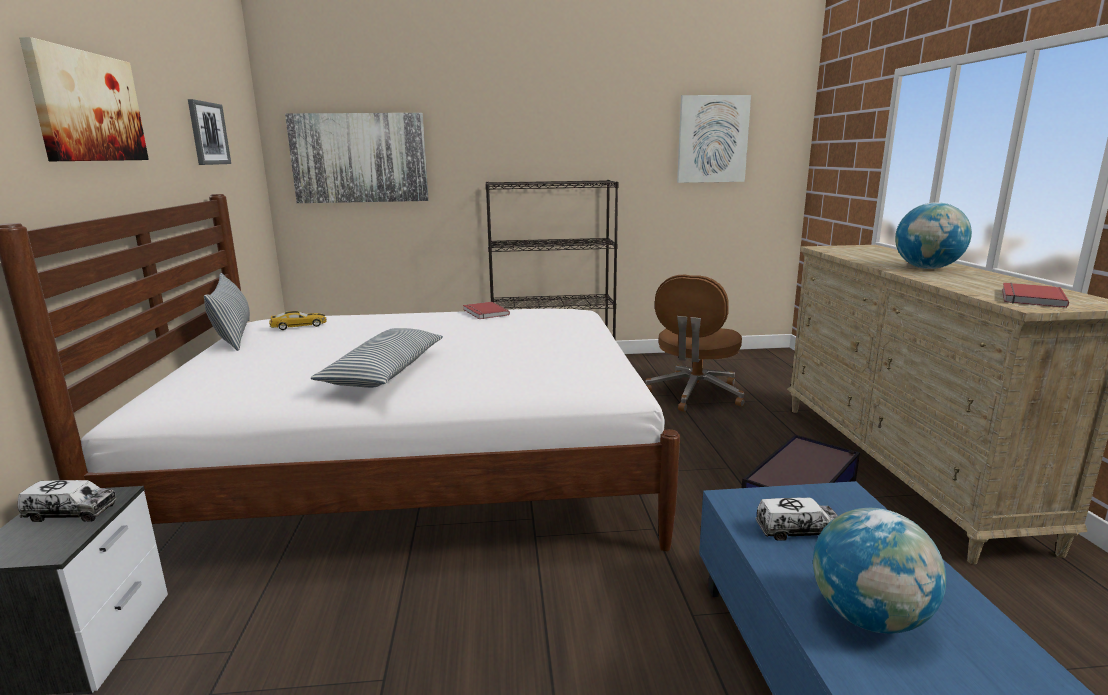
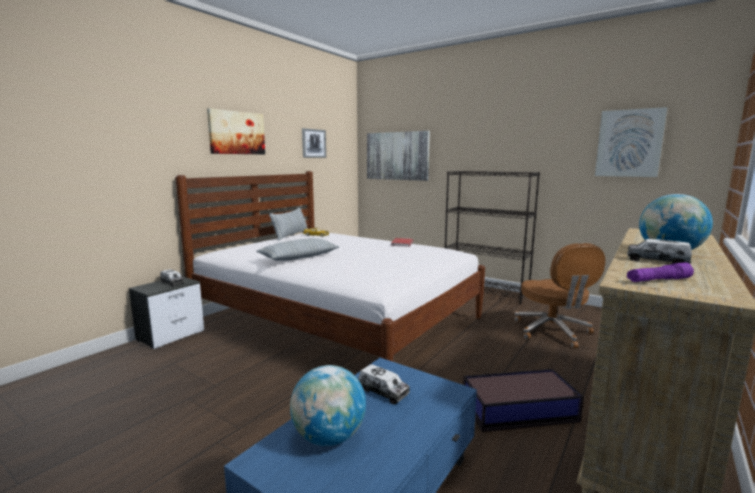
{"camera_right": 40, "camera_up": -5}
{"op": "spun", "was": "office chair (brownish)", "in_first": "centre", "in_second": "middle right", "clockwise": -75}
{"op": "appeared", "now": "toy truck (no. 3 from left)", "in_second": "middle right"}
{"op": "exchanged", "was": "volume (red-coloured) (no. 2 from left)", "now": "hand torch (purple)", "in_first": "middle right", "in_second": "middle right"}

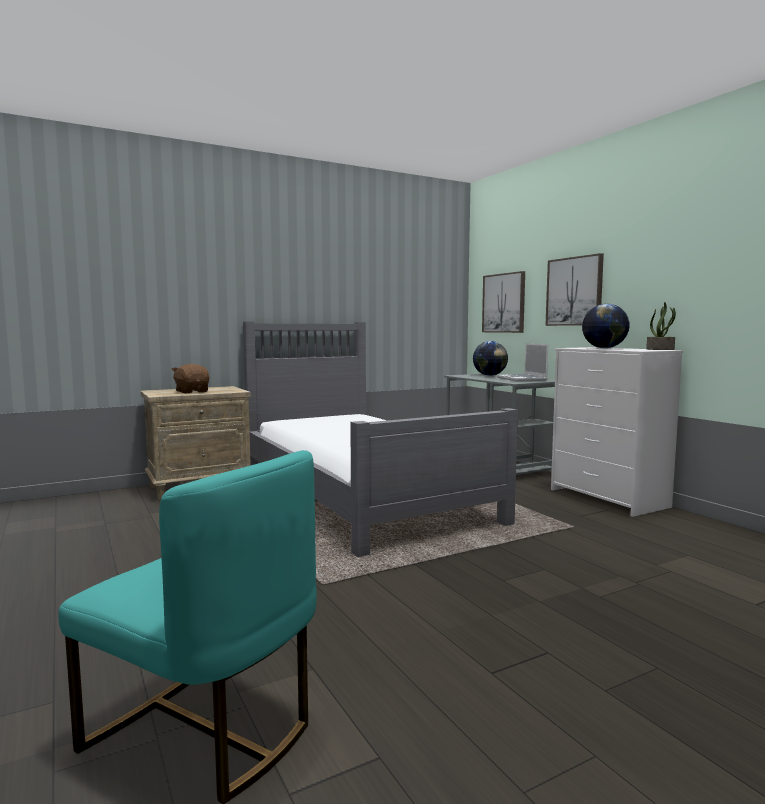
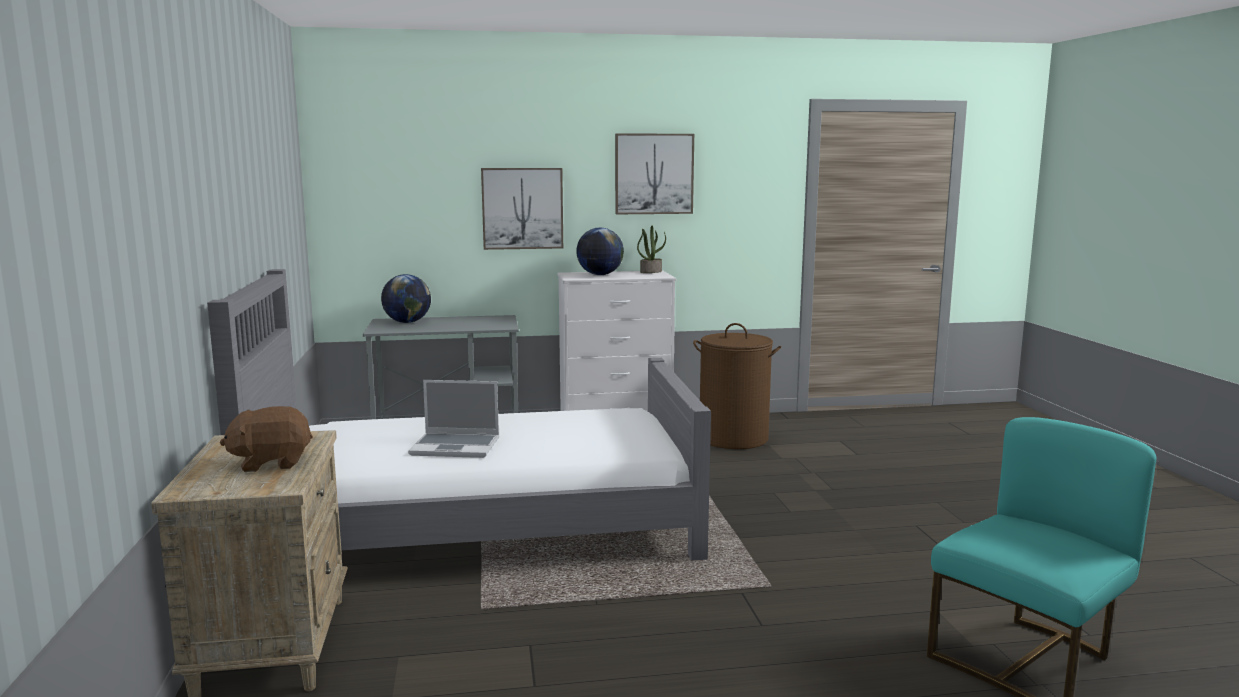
{"camera_right": -70, "camera_up": 5}
{"op": "relocated", "was": "notebook computer", "in_first": "middle right", "in_second": "centre"}
{"op": "relocated", "was": "wall picture (no. 1 from left in the first image)", "now": "wall picture (no. 2 from left)", "in_first": "centre", "in_second": "top centre"}
{"op": "appeared", "now": "hamper (brownish)", "in_second": "centre"}

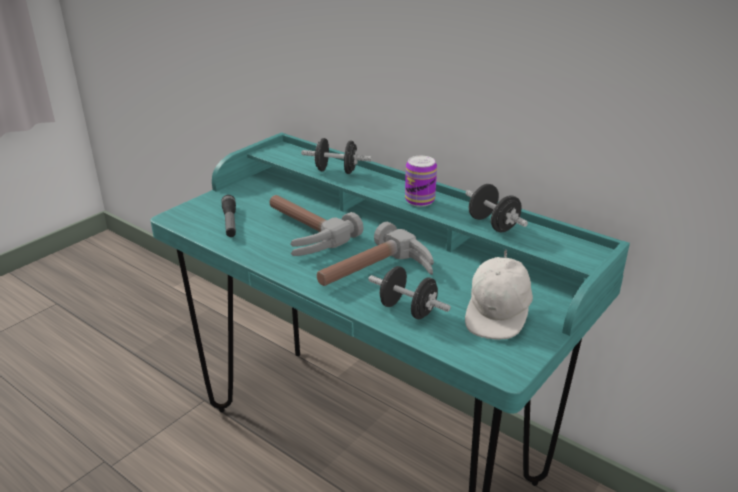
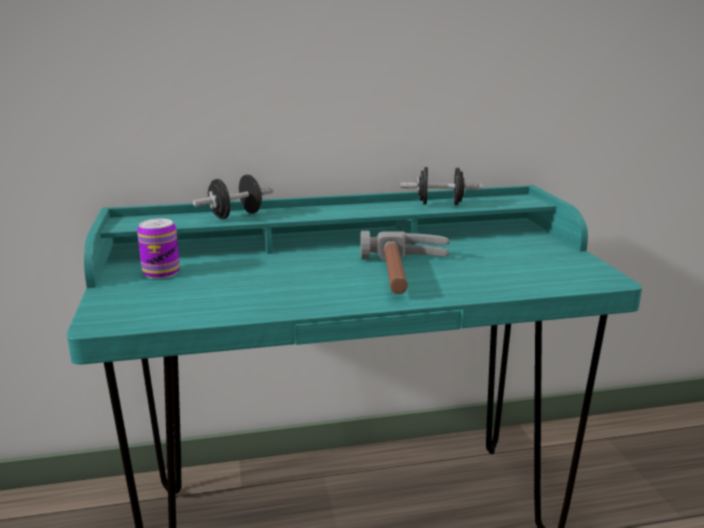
{"camera_right": -50, "camera_up": -10}
{"op": "relocated", "was": "sealed can", "in_first": "centre", "in_second": "middle left"}
{"op": "missing", "was": "hand torch", "in_first": "middle left"}
{"op": "missing", "was": "hammer (no. 1 from left)", "in_first": "centre"}
{"op": "missing", "was": "dumbbell (blackish) (no. 2 from left)", "in_first": "centre"}
{"op": "missing", "was": "peaked cap (whitish)", "in_first": "middle right"}

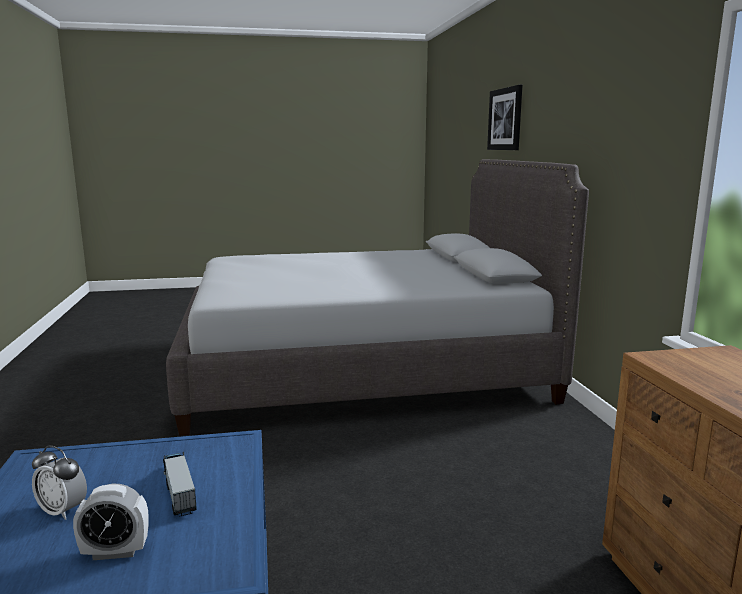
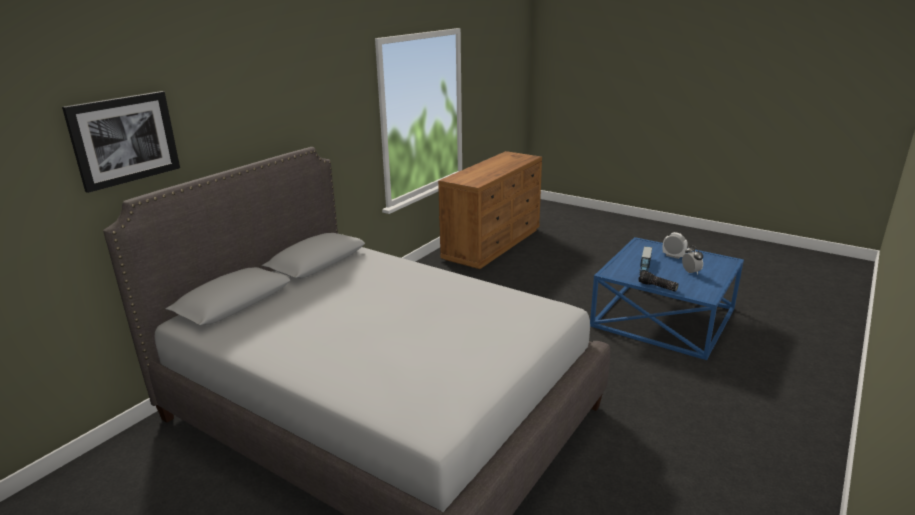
{"camera_right": -135, "camera_up": 10}
{"op": "appeared", "now": "hand torch", "in_second": "middle right"}

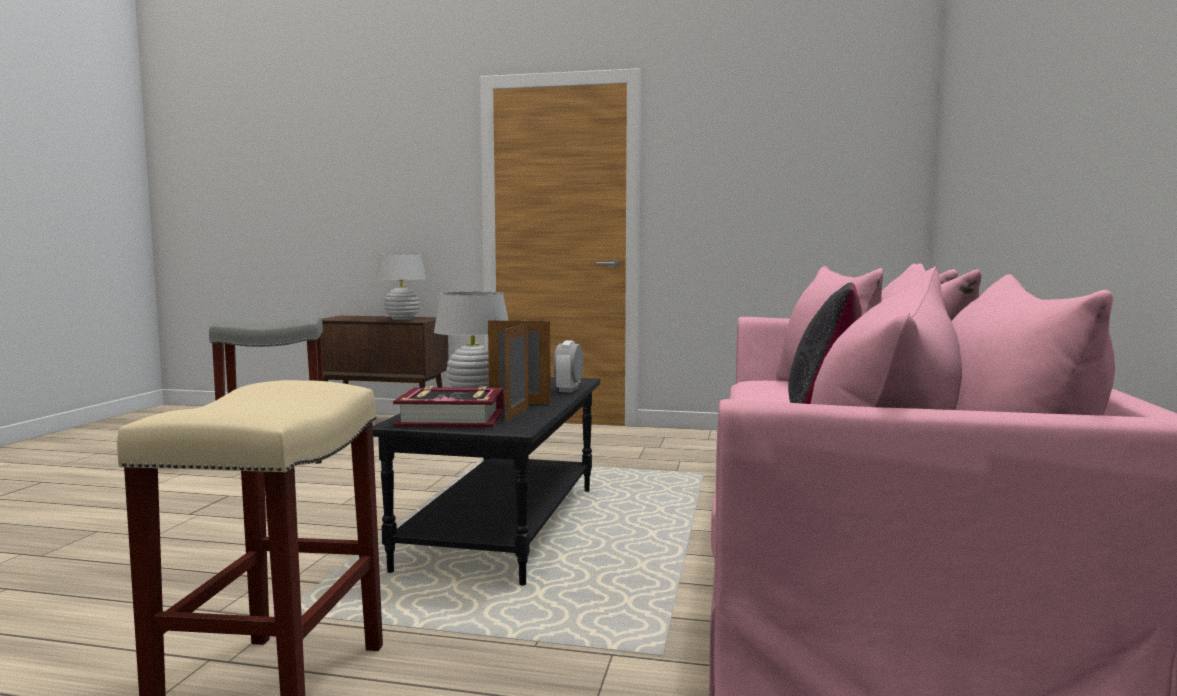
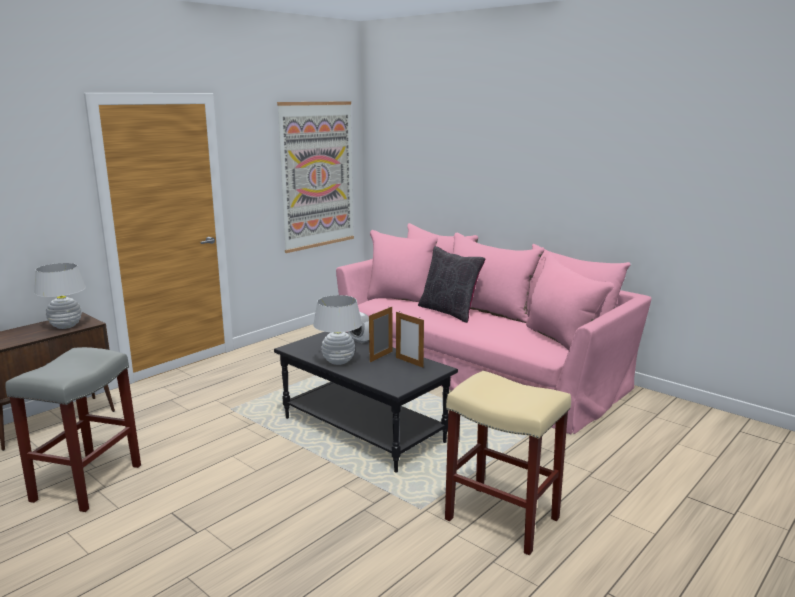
{"camera_right": -60, "camera_up": 10}
{"op": "appeared", "now": "wall picture", "in_second": "top centre"}
{"op": "missing", "was": "volume", "in_first": "centre"}

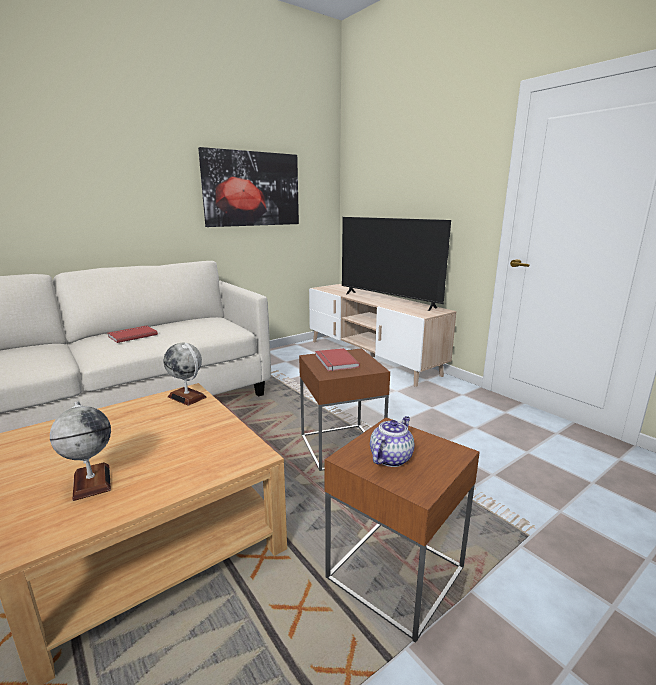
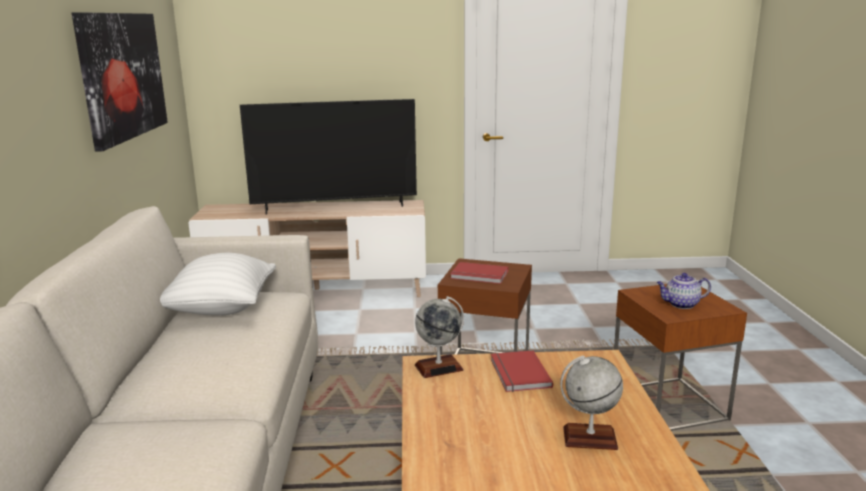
{"camera_right": -55, "camera_up": 0}
{"op": "appeared", "now": "pillow (whitish)", "in_second": "middle left"}
{"op": "relocated", "was": "volume (red-coloured) (no. 1 from left in the first image)", "now": "volume (red-coloured) (no. 2 from left)", "in_first": "middle left", "in_second": "bottom centre"}
{"op": "spun", "was": "pot for tea", "in_first": "centre", "in_second": "middle right", "clockwise": -75}

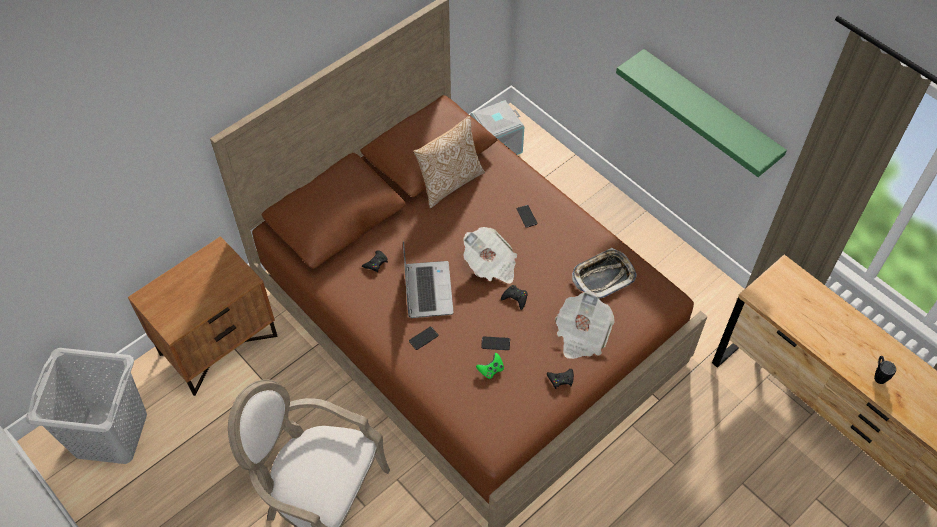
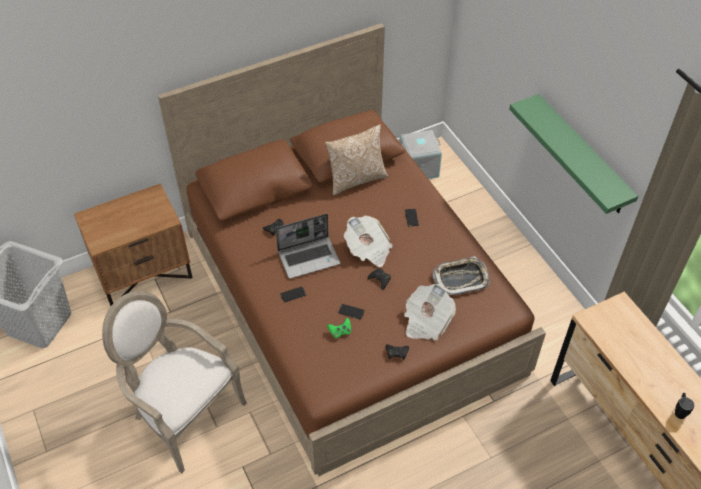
{"camera_right": 15, "camera_up": -5}
{"op": "spun", "was": "notebook computer", "in_first": "centre", "in_second": "centre", "clockwise": 60}

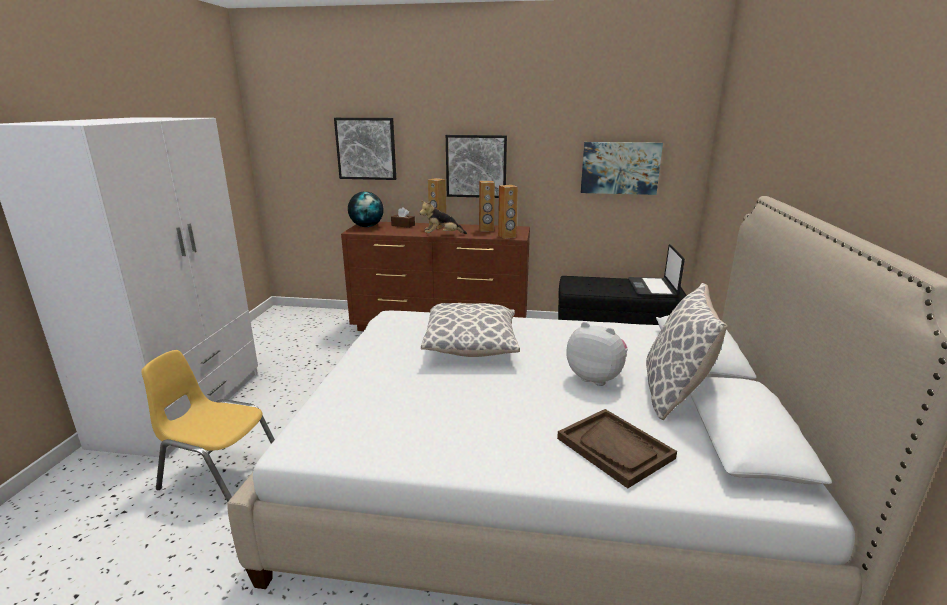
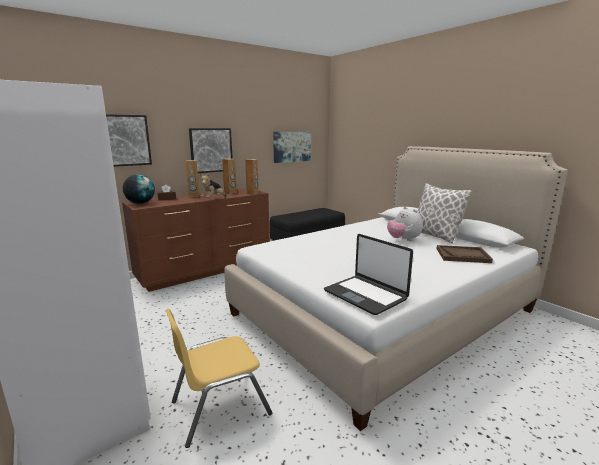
{"camera_right": -45, "camera_up": -5}
{"op": "relocated", "was": "notebook computer", "in_first": "middle right", "in_second": "centre"}
{"op": "spun", "was": "plush toy (no. 2 from left)", "in_first": "centre", "in_second": "middle right", "clockwise": -105}
{"op": "missing", "was": "pillow (no. 1 from left)", "in_first": "centre"}

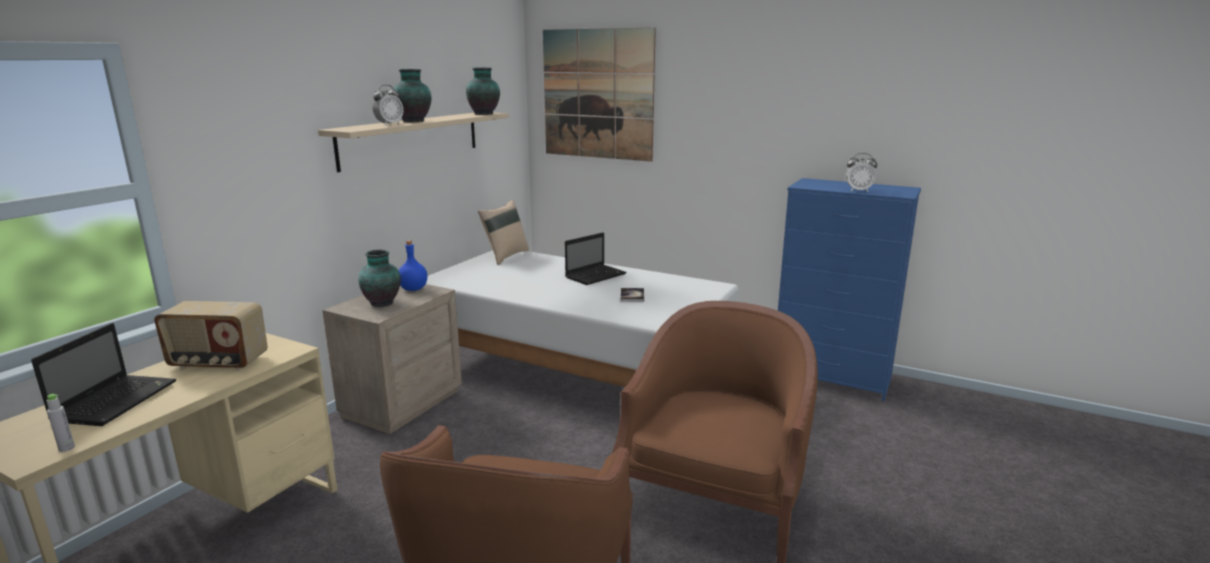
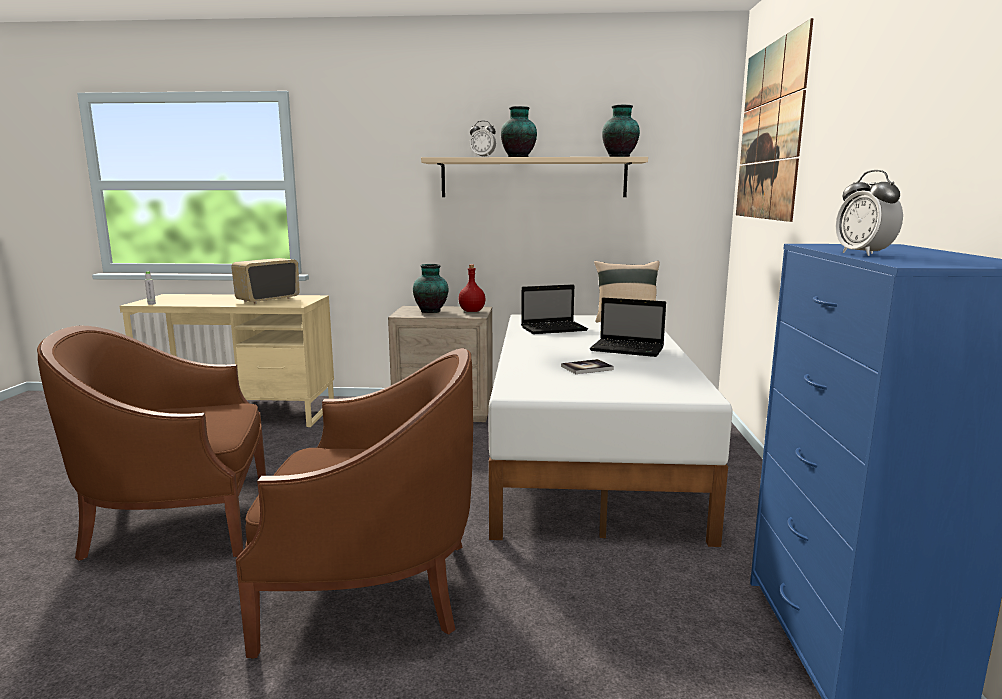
{"camera_right": 65, "camera_up": -5}
{"op": "spun", "was": "radio set", "in_first": "middle left", "in_second": "middle left", "clockwise": 60}
{"op": "colour", "was": "drink bottle (bluish)", "now": "drink bottle (red-coloured)", "in_first": "centre", "in_second": "centre"}
{"op": "relocated", "was": "notebook computer (no. 1 from left)", "in_first": "middle left", "in_second": "centre"}

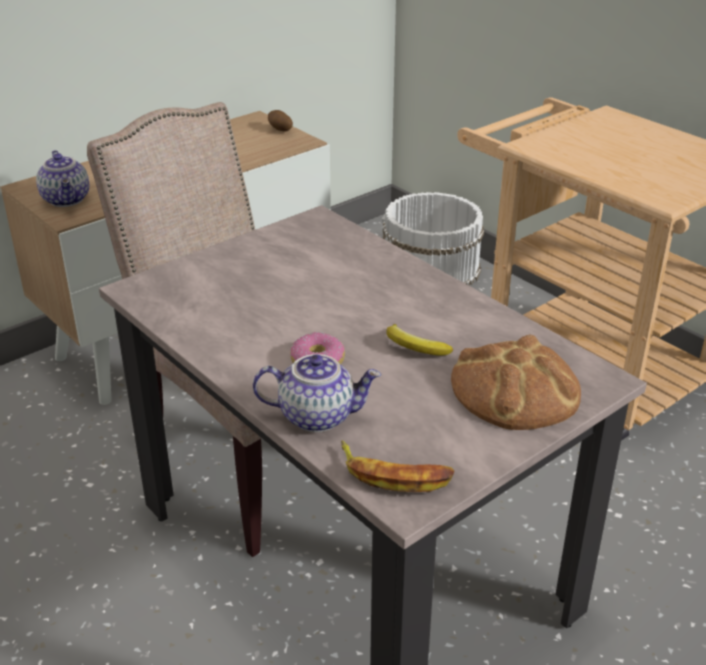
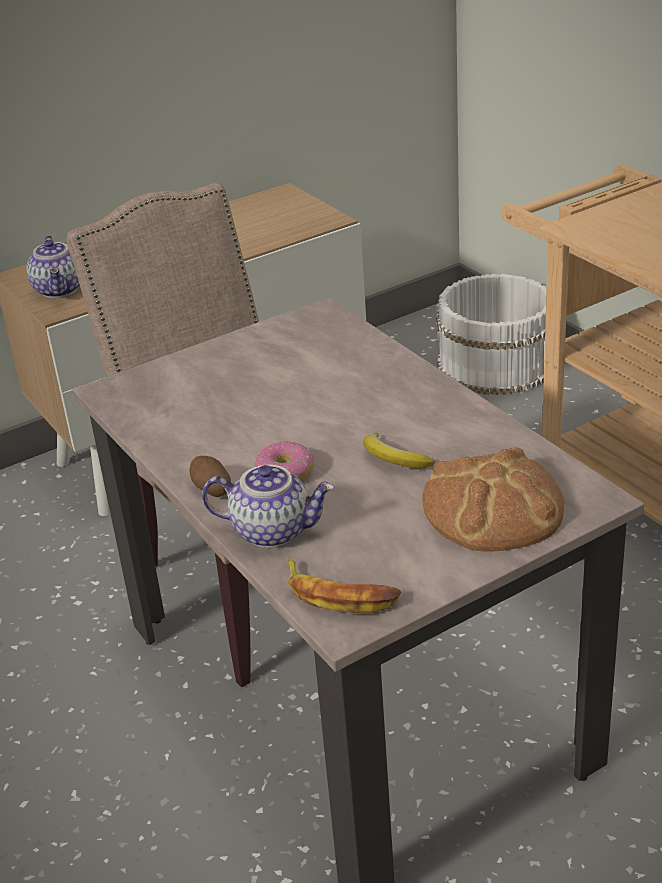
{"camera_right": 10, "camera_up": 0}
{"op": "relocated", "was": "spud", "in_first": "top centre", "in_second": "middle left"}

